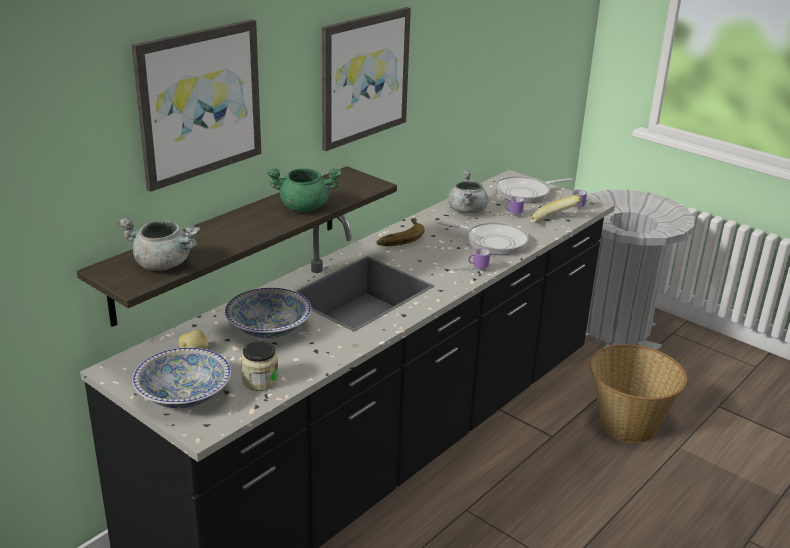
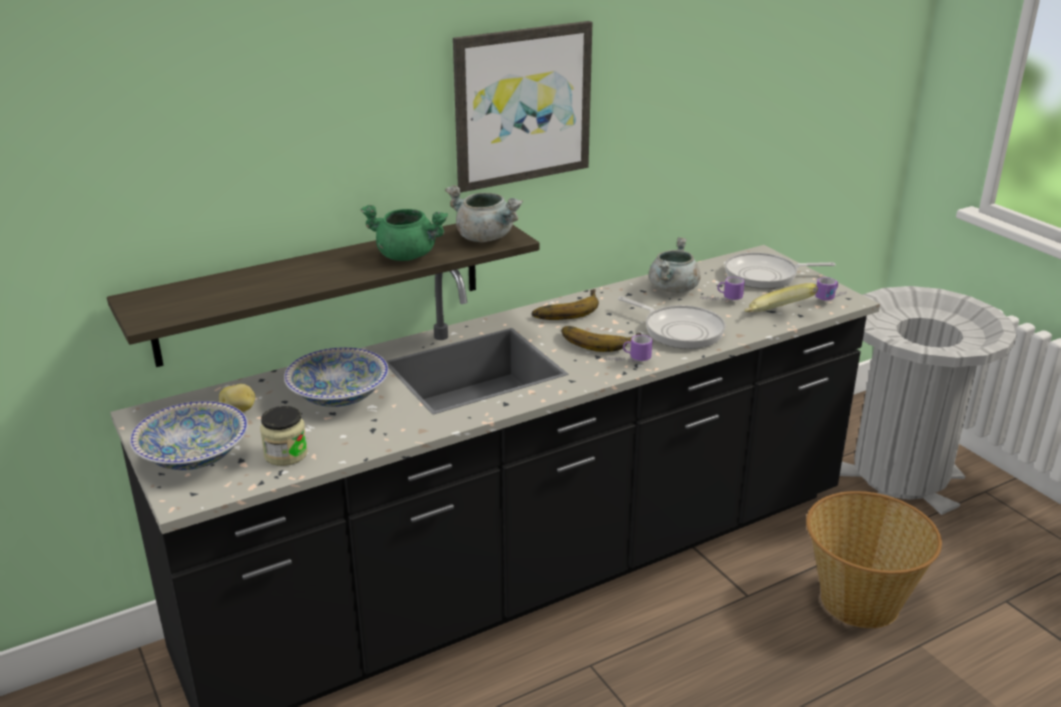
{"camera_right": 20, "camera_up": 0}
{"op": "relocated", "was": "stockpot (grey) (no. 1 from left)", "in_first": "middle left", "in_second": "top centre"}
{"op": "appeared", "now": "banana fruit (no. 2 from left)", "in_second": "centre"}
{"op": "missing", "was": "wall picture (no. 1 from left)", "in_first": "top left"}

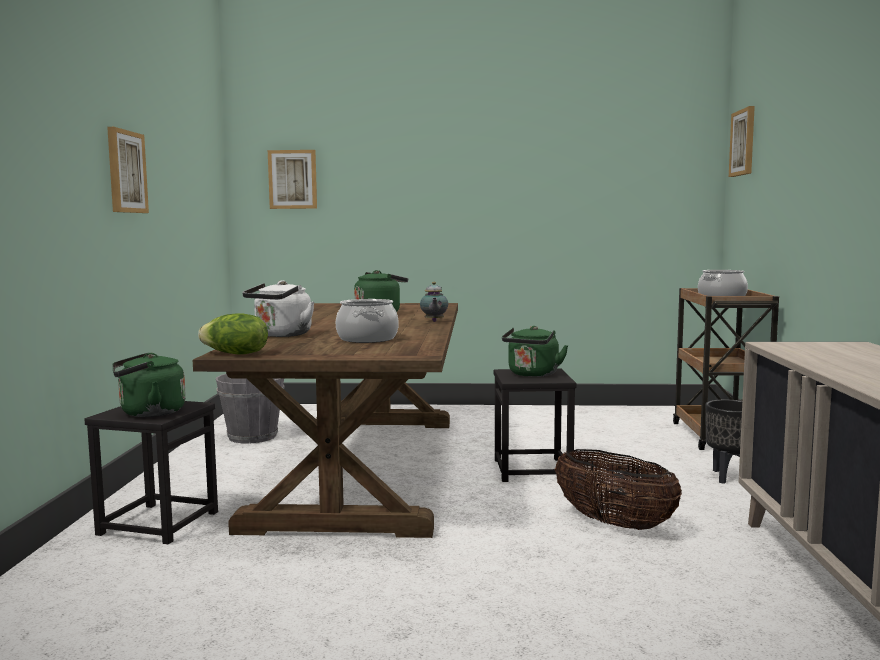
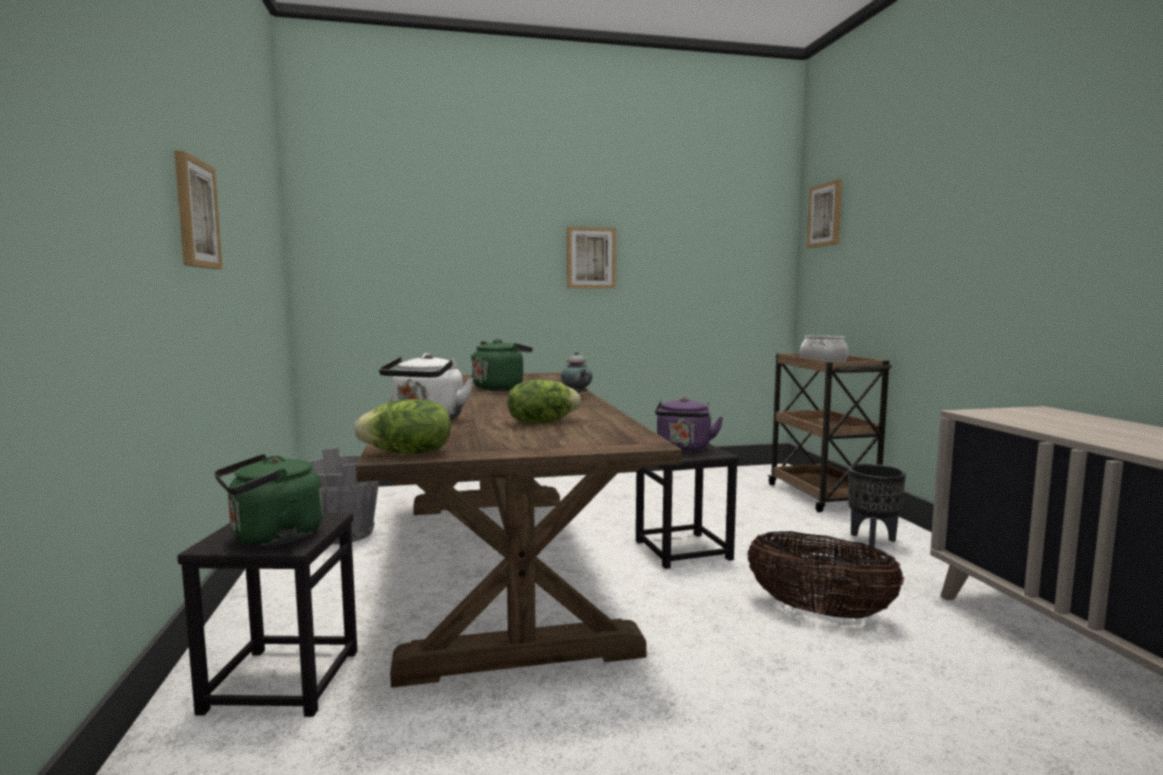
{"camera_right": -15, "camera_up": 0}
{"op": "exchanged", "was": "stockpot (no. 1 from left)", "now": "lettuce (no. 2 from left)", "in_first": "centre", "in_second": "centre"}
{"op": "relocated", "was": "wall picture (no. 2 from left)", "in_first": "top left", "in_second": "top centre"}
{"op": "colour", "was": "water kettle (greenish) (no. 3 from left)", "now": "water kettle (purple)", "in_first": "centre", "in_second": "centre"}

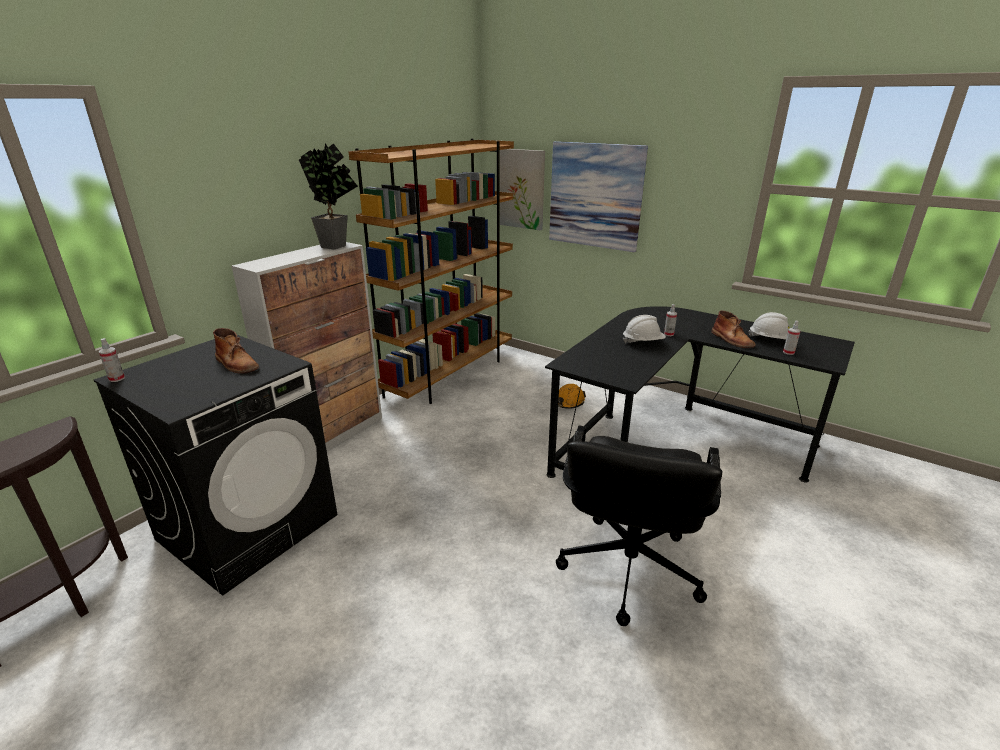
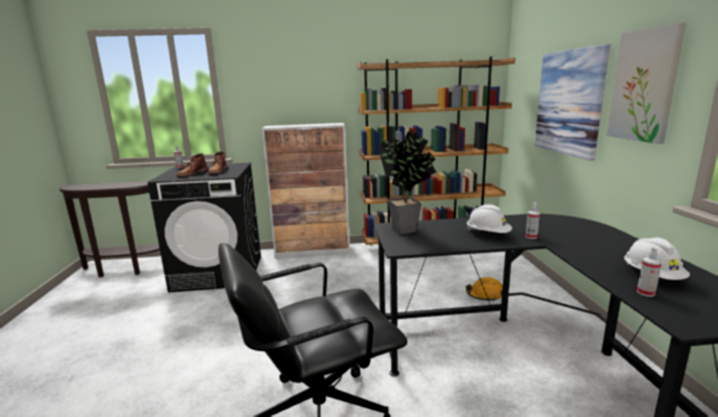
{"camera_right": 50, "camera_up": -10}
{"op": "relocated", "was": "tall boot (brownish) (no. 2 from left in the first image)", "now": "tall boot (brownish) (no. 1 from left)", "in_first": "middle right", "in_second": "middle left"}
{"op": "relocated", "was": "plant in a pot", "in_first": "top left", "in_second": "centre"}
{"op": "relocated", "was": "wall picture (no. 1 from left in the first image)", "now": "wall picture (no. 2 from left)", "in_first": "top centre", "in_second": "top right"}

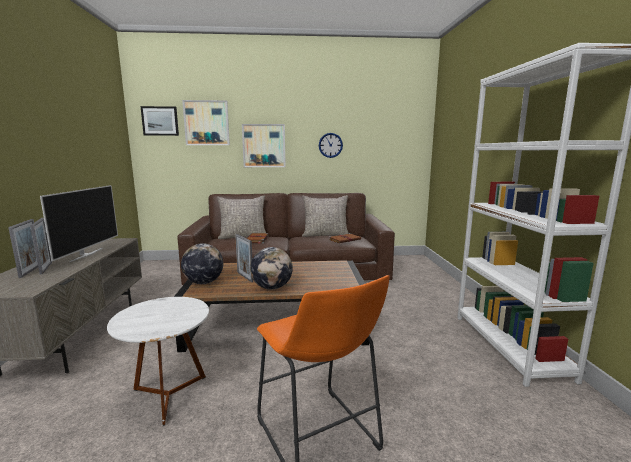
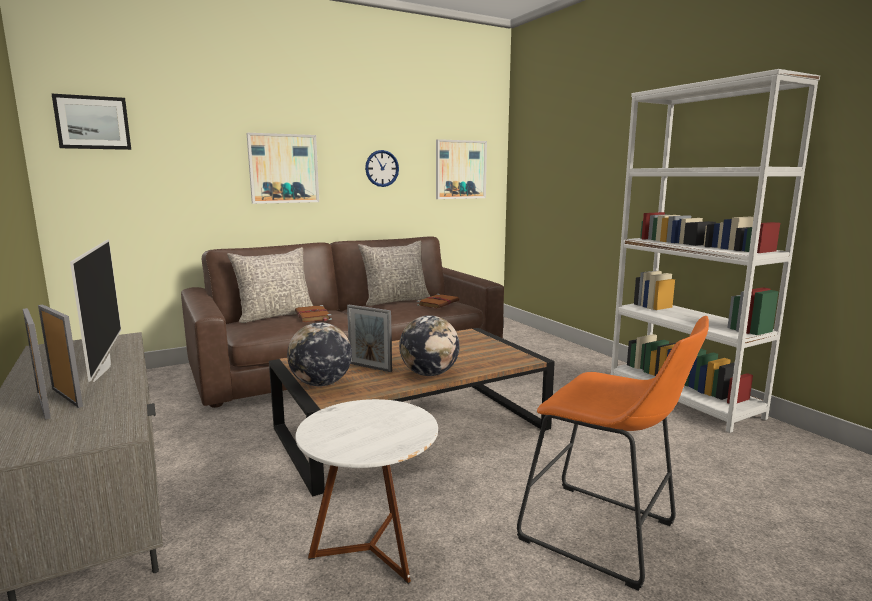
{"camera_right": -25, "camera_up": 0}
{"op": "relocated", "was": "wall picture (no. 2 from left in the first image)", "now": "wall picture (no. 3 from left)", "in_first": "top left", "in_second": "top centre"}

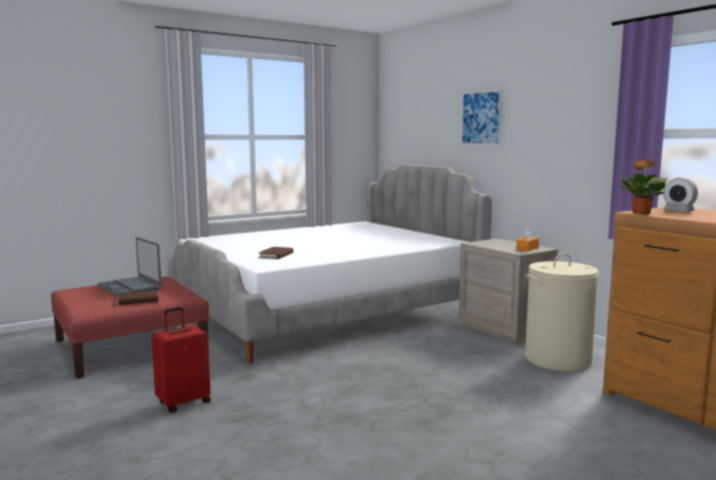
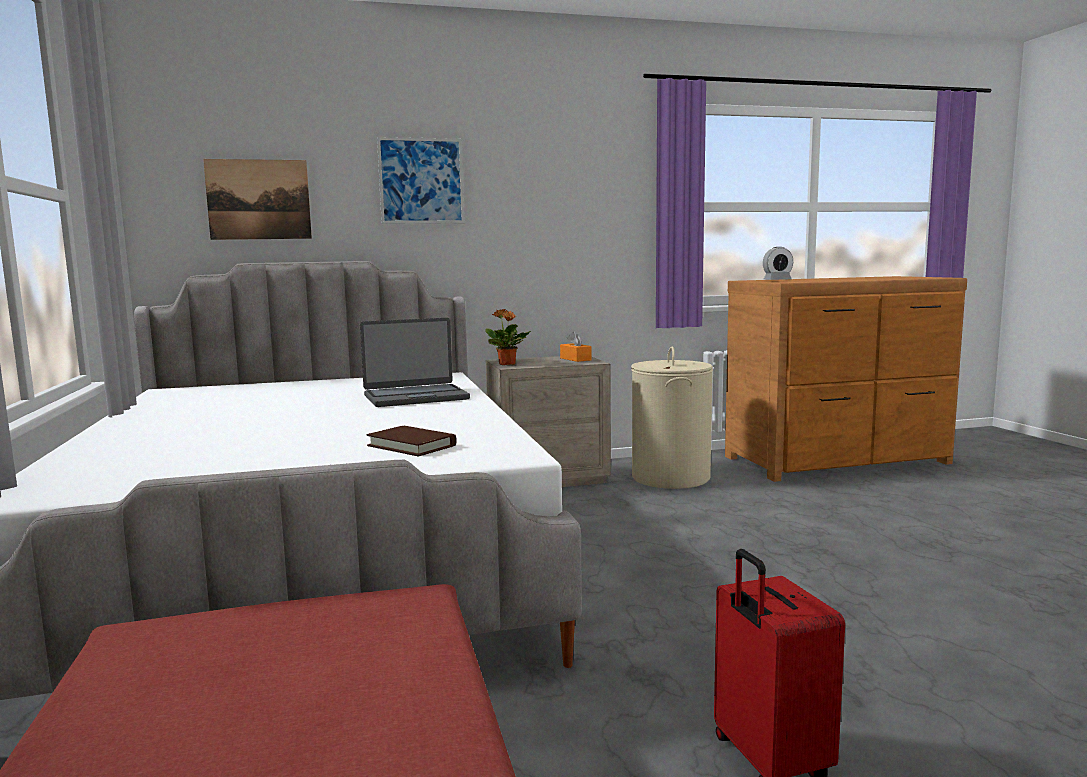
{"camera_right": -70, "camera_up": 0}
{"op": "appeared", "now": "wall picture (no. 1 from left)", "in_second": "top left"}
{"op": "relocated", "was": "notebook computer", "in_first": "middle left", "in_second": "centre"}
{"op": "relocated", "was": "plant in a pot", "in_first": "middle right", "in_second": "centre"}
{"op": "missing", "was": "volume (brownish) (no. 1 from left)", "in_first": "middle left"}

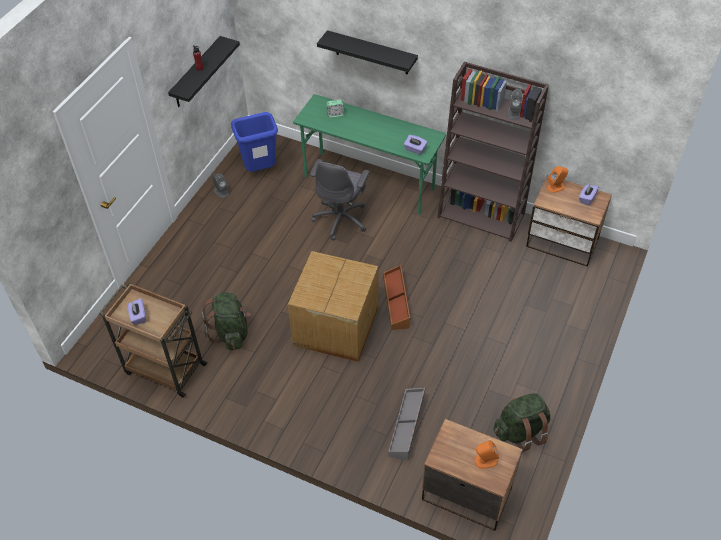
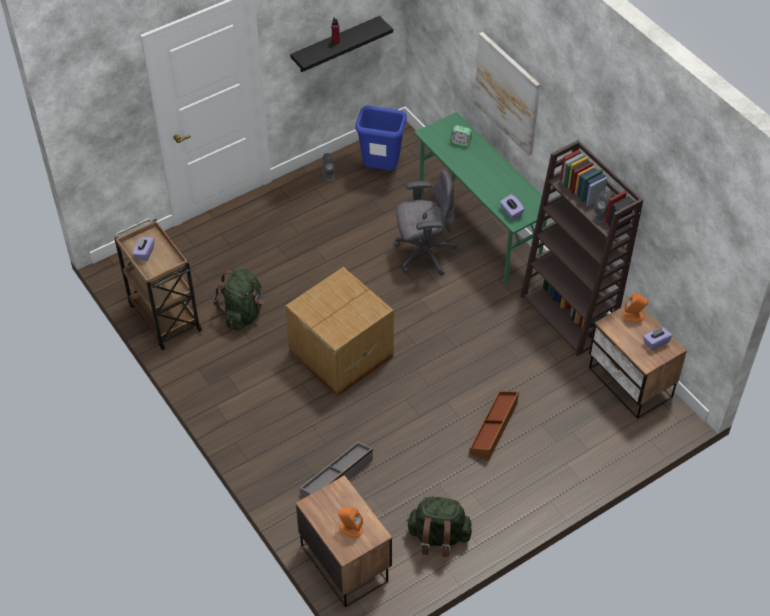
{"camera_right": 30, "camera_up": 0}
{"op": "spun", "was": "office chair (grey)", "in_first": "centre", "in_second": "centre", "clockwise": -150}
{"op": "relocated", "was": "storage bin (brownish)", "in_first": "centre", "in_second": "bottom centre"}
{"op": "exchanged", "was": "wall shelf (blackish) (no. 2 from left)", "now": "wall picture", "in_first": "top centre", "in_second": "top centre"}

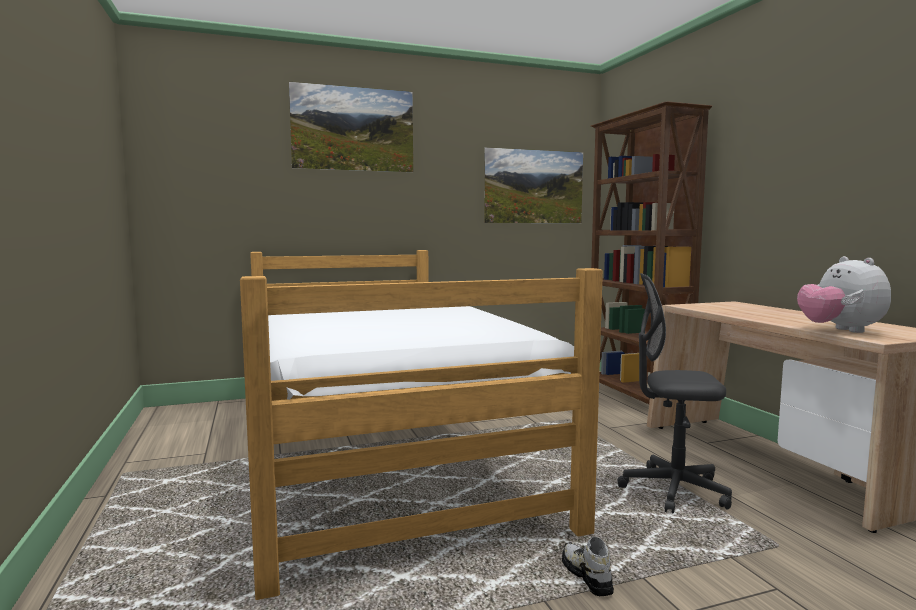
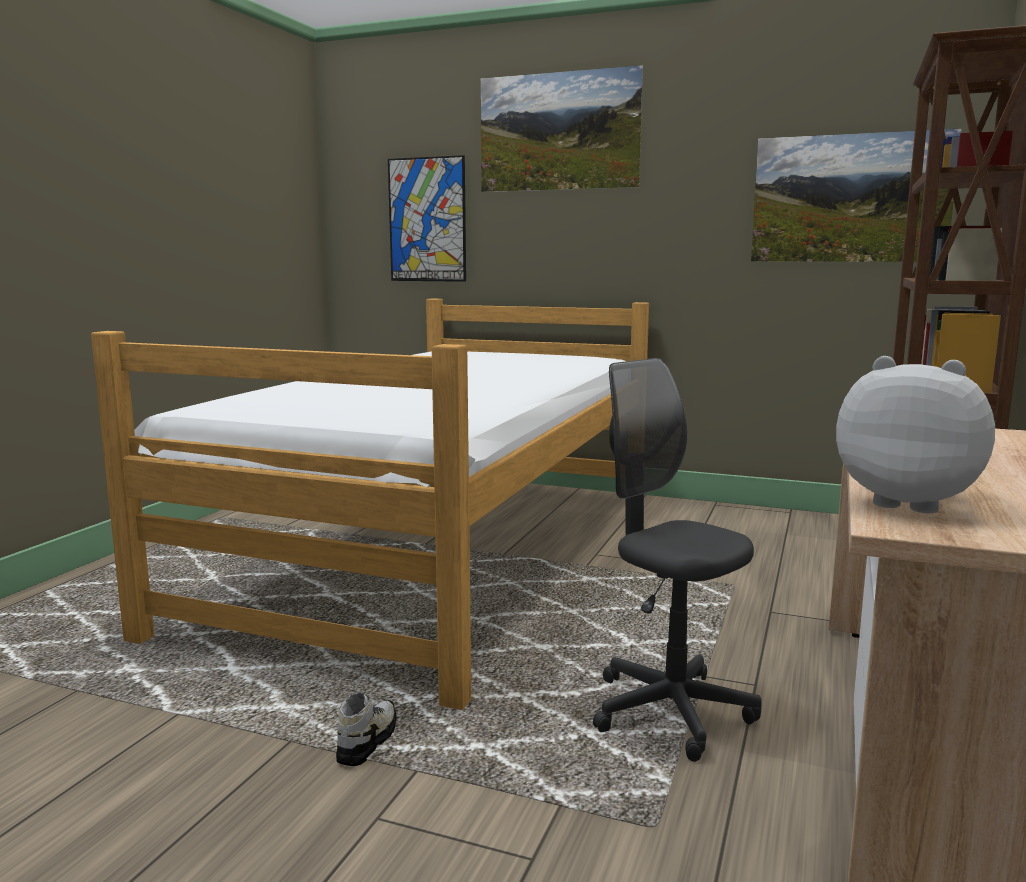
{"camera_right": 40, "camera_up": 5}
{"op": "appeared", "now": "wall picture (no. 1 from left)", "in_second": "top centre"}
{"op": "spun", "was": "plush toy", "in_first": "middle right", "in_second": "middle right", "clockwise": 90}

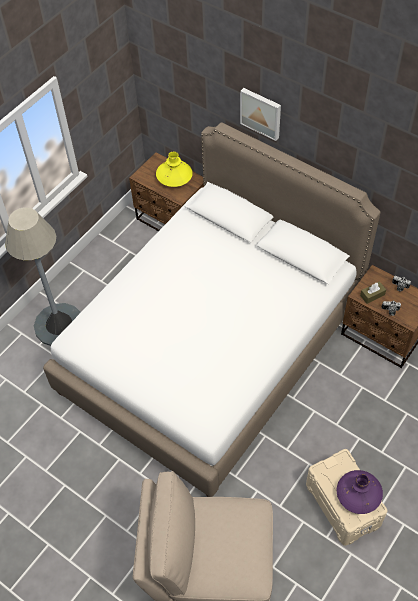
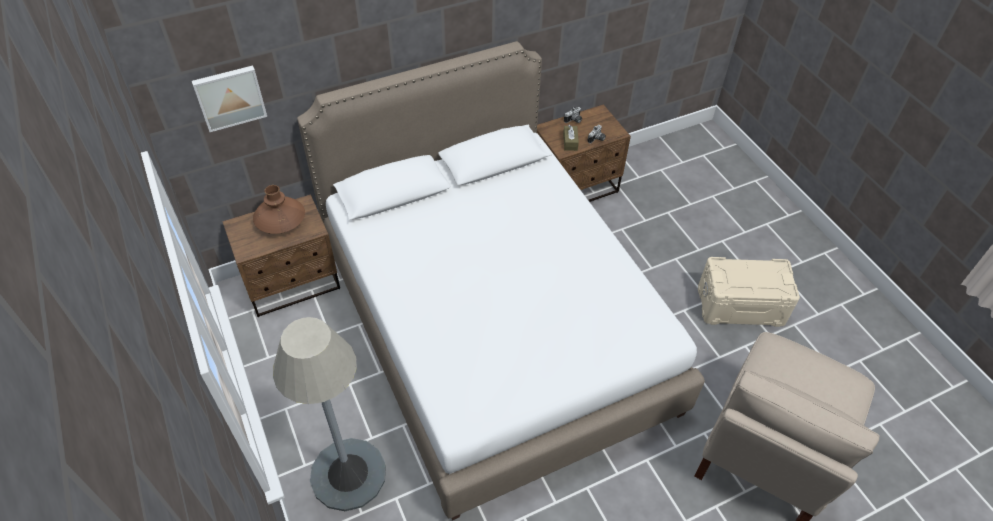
{"camera_right": -65, "camera_up": -5}
{"op": "relocated", "was": "wall picture", "in_first": "top centre", "in_second": "top left"}
{"op": "colour", "was": "flower vase (yellow)", "now": "flower vase (brownish)", "in_first": "top centre", "in_second": "middle left"}
{"op": "missing", "was": "flower vase (purple)", "in_first": "bottom right"}

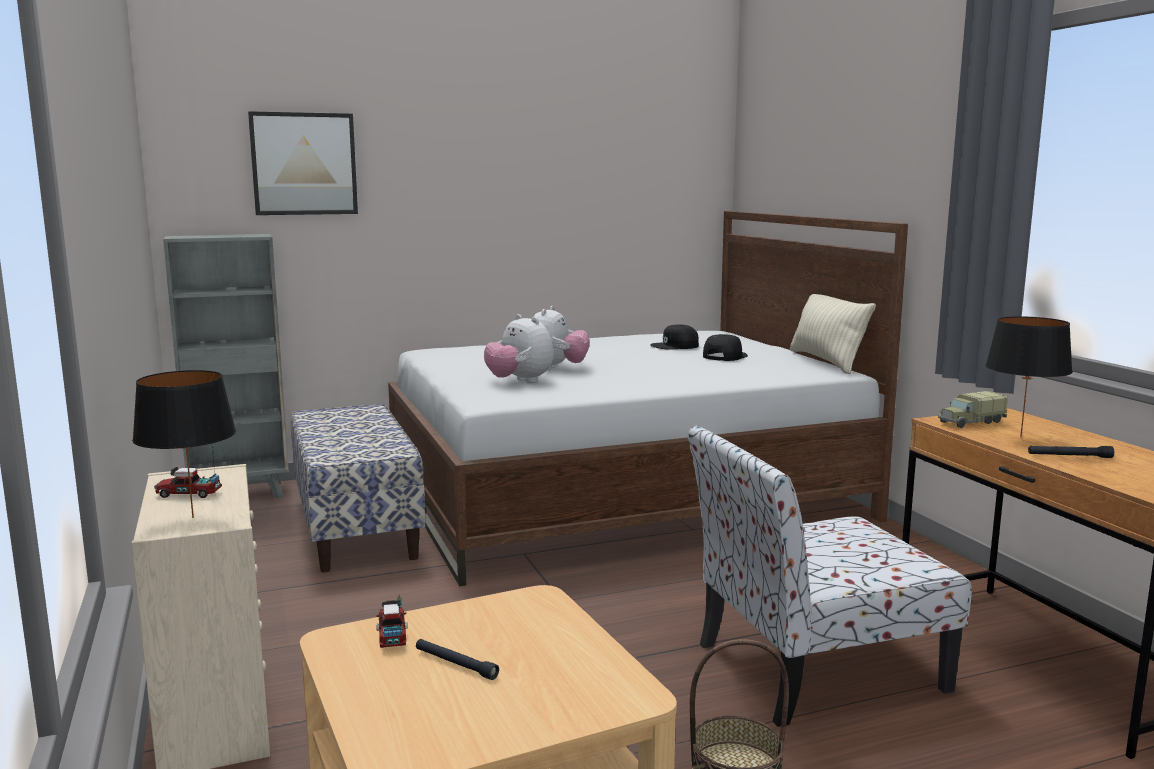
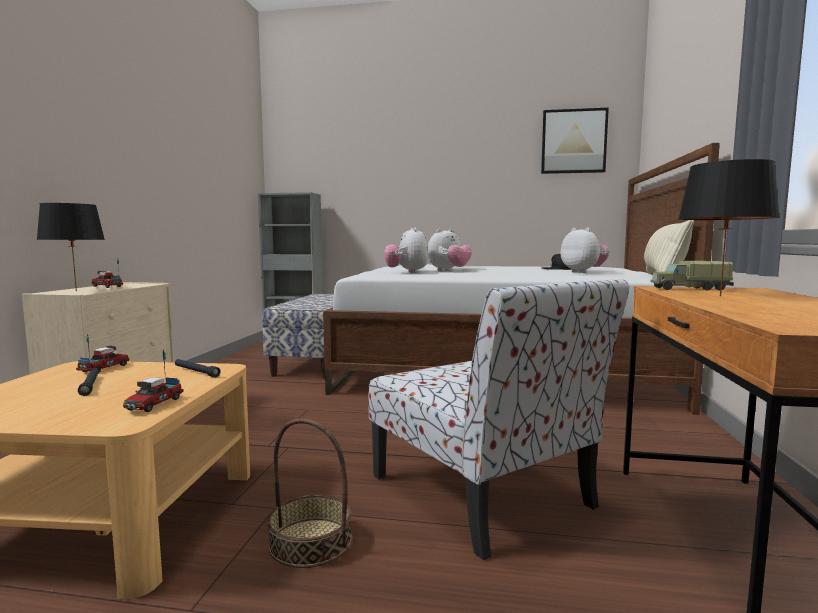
{"camera_right": 30, "camera_up": -5}
{"op": "appeared", "now": "toy truck (no. 3 from left)", "in_second": "middle left"}
{"op": "relocated", "was": "hand torch (blackish) (no. 2 from left)", "in_first": "middle right", "in_second": "middle left"}
{"op": "spun", "was": "upright chair", "in_first": "bottom right", "in_second": "bottom centre", "clockwise": -135}
{"op": "relocated", "was": "wall picture", "in_first": "top left", "in_second": "top right"}
{"op": "exchanged", "was": "peaked cap (blackish) (no. 2 from left)", "now": "plush toy (no. 3 from left)", "in_first": "centre", "in_second": "middle right"}

